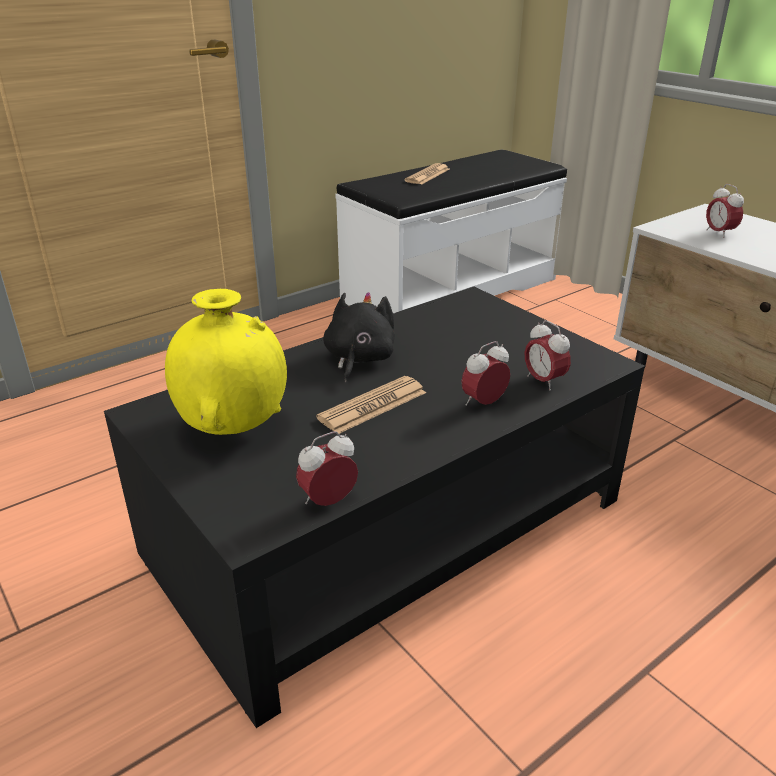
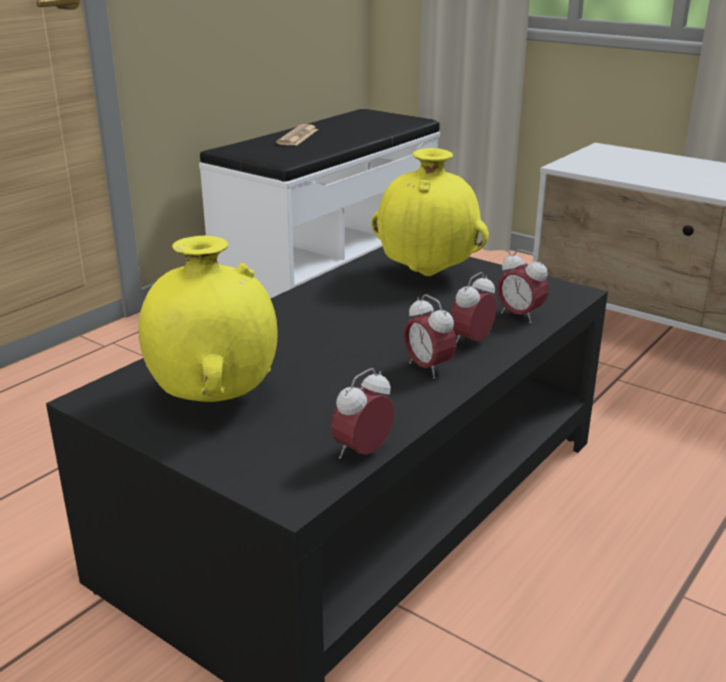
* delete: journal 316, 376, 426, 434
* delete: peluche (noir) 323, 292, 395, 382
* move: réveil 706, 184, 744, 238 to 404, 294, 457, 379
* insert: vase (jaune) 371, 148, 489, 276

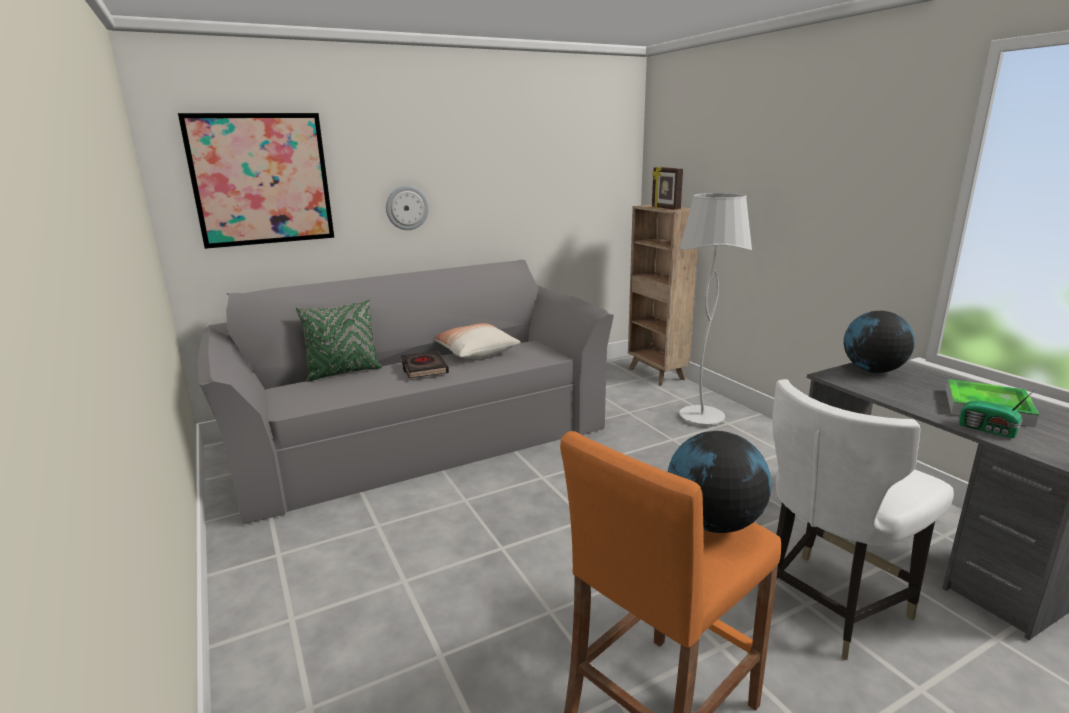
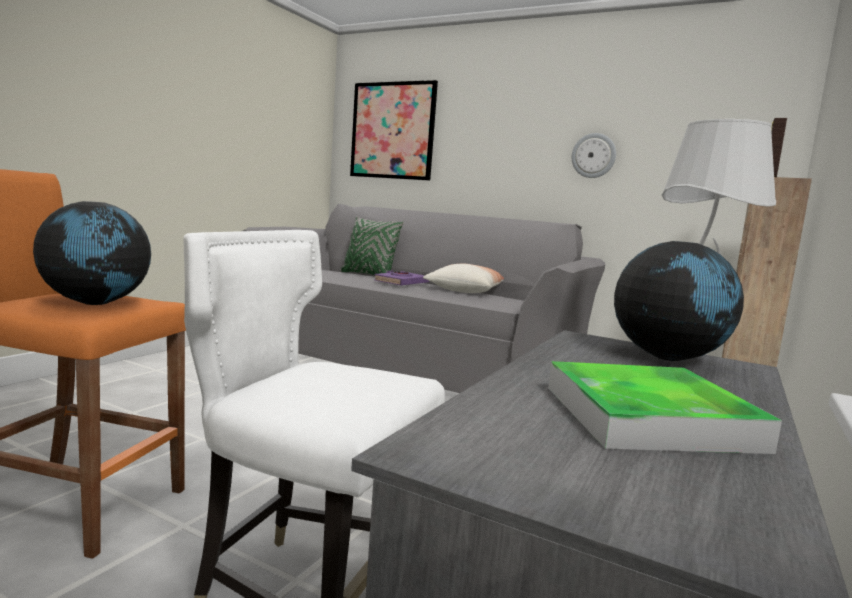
* move: horloge murale 386, 185, 429, 230 to 572, 133, 616, 178
* recolor: livre (noir) 401, 351, 449, 378 to livre (violet) 374, 270, 429, 285
* delete: radio 959, 391, 1033, 438

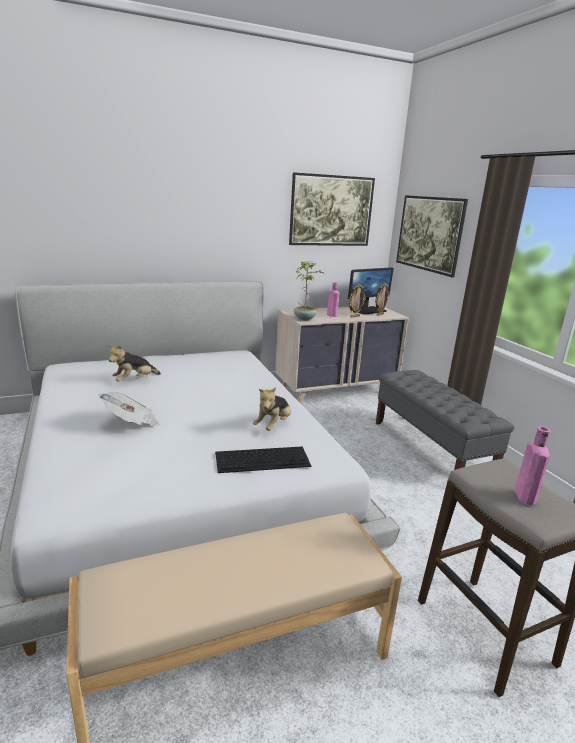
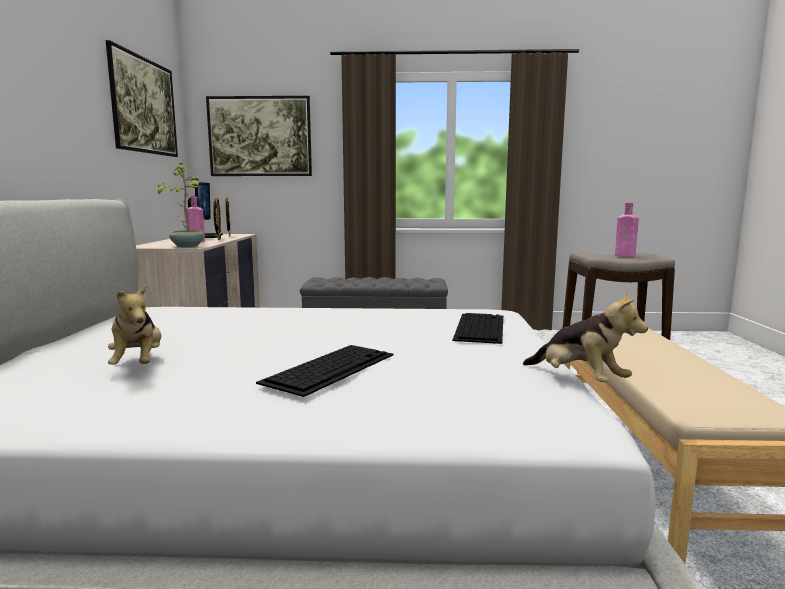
* replace: journal 99, 392, 160, 426 to clavier 256, 345, 394, 397
* move: peluche 253, 387, 291, 431 to 523, 292, 648, 382

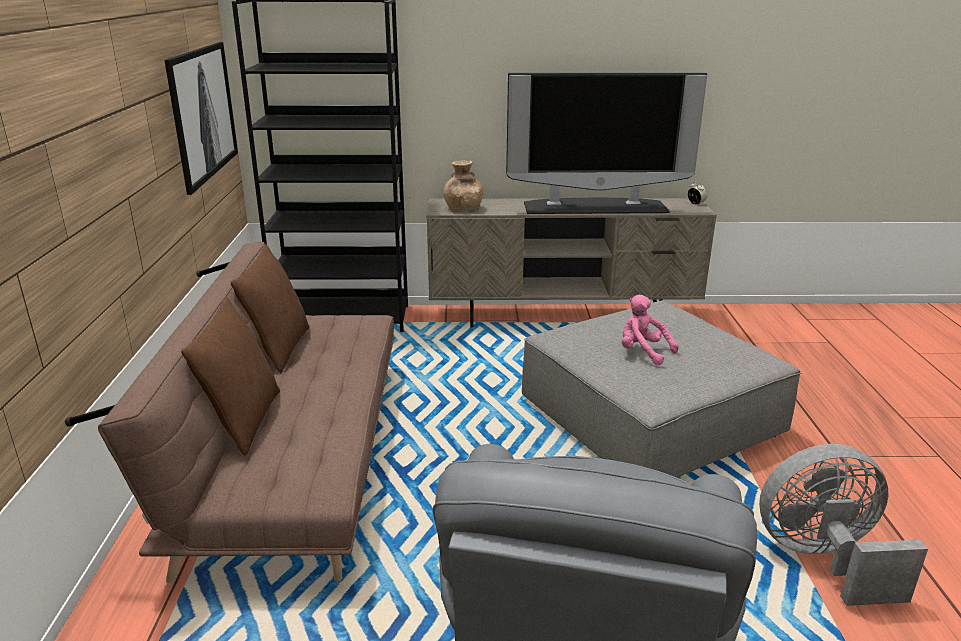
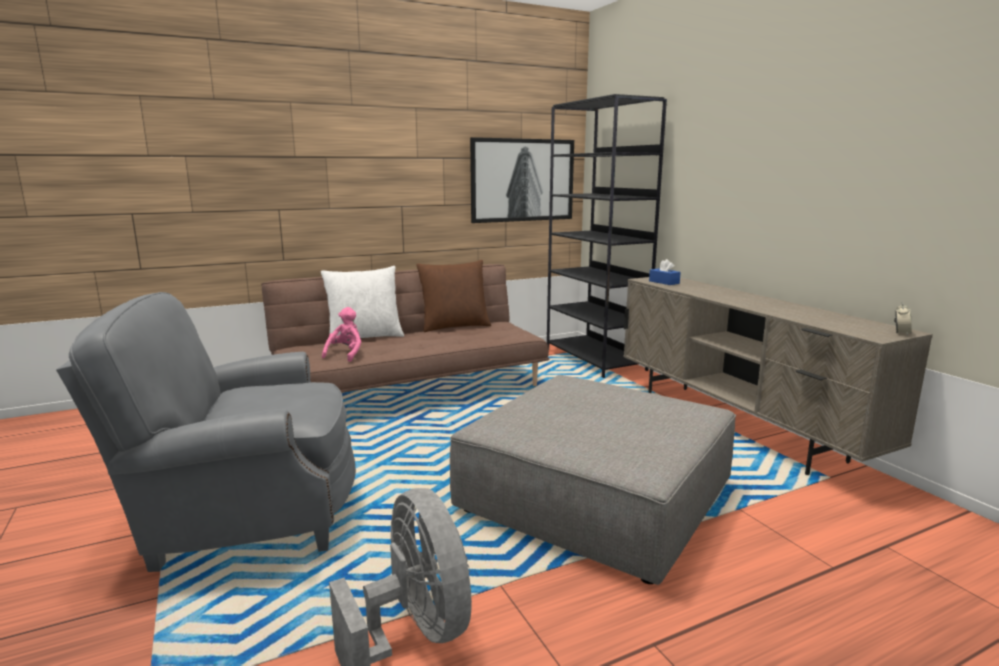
* recolor: coussin (marron) 181, 296, 280, 456 to coussin (blanc) 321, 266, 404, 344
* replace: vase (marron) 443, 160, 483, 211 to boîte à mouchoirs (bleu) 649, 259, 681, 285
* delete: téléviseur 506, 73, 707, 214
* move: peluche (rose) 621, 295, 679, 365 to 322, 307, 361, 362

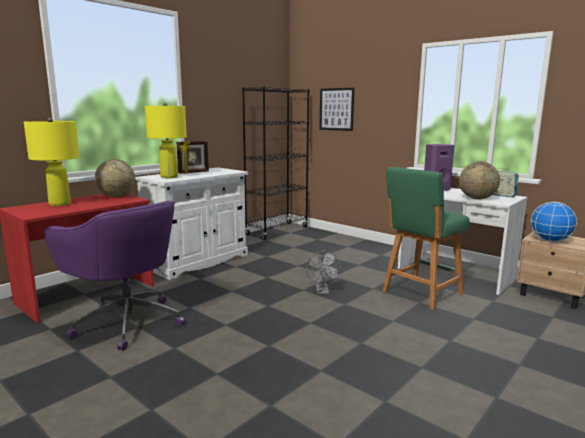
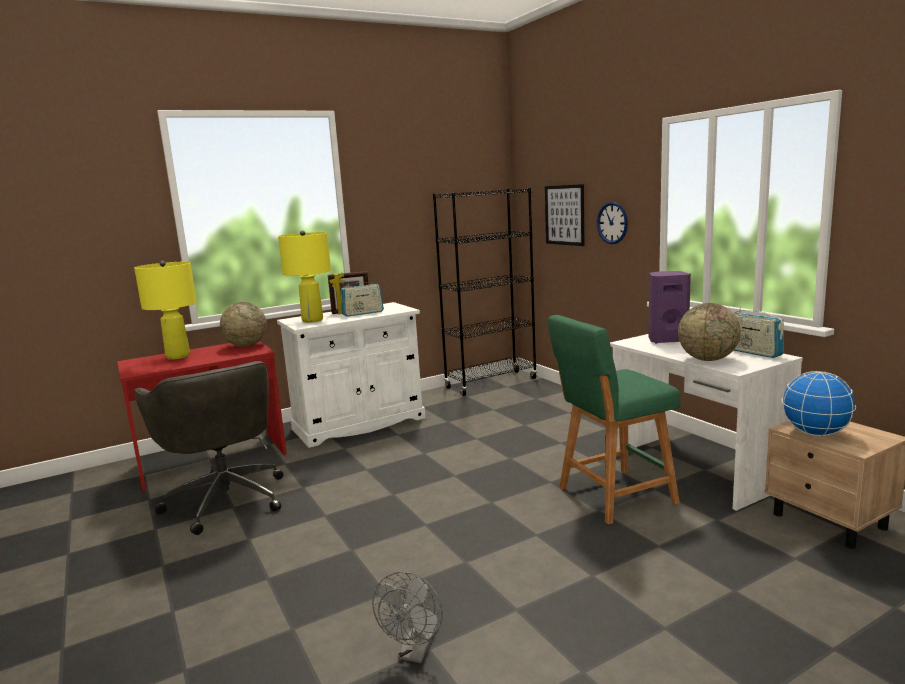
* recolor: chaise de bureau (violet) 45, 201, 185, 351 to chaise de bureau (gris) 134, 361, 284, 535
* move: ventilateur (gris) 306, 251, 341, 294 to 372, 572, 443, 663
* insert: radio 341, 282, 384, 317
* insert: horloge murale 597, 202, 628, 244

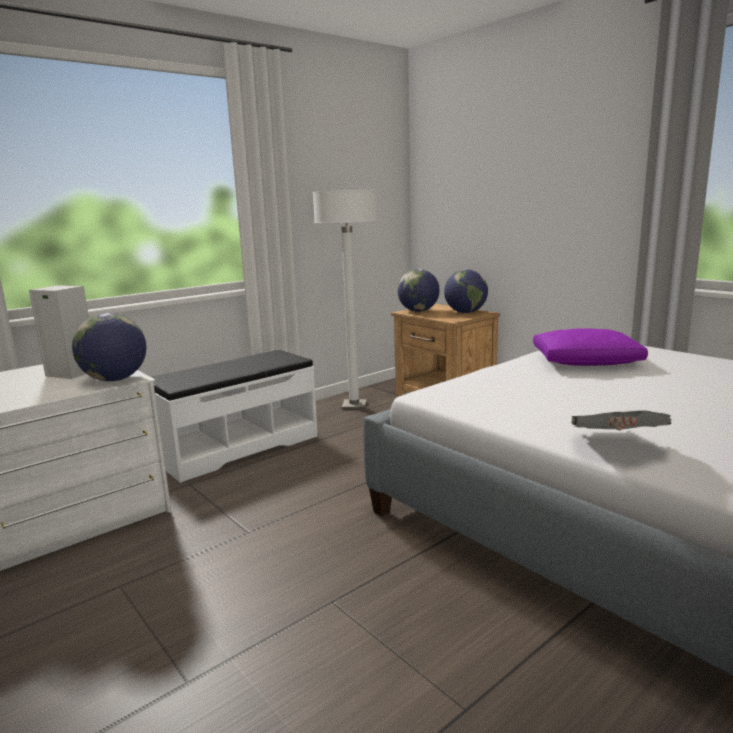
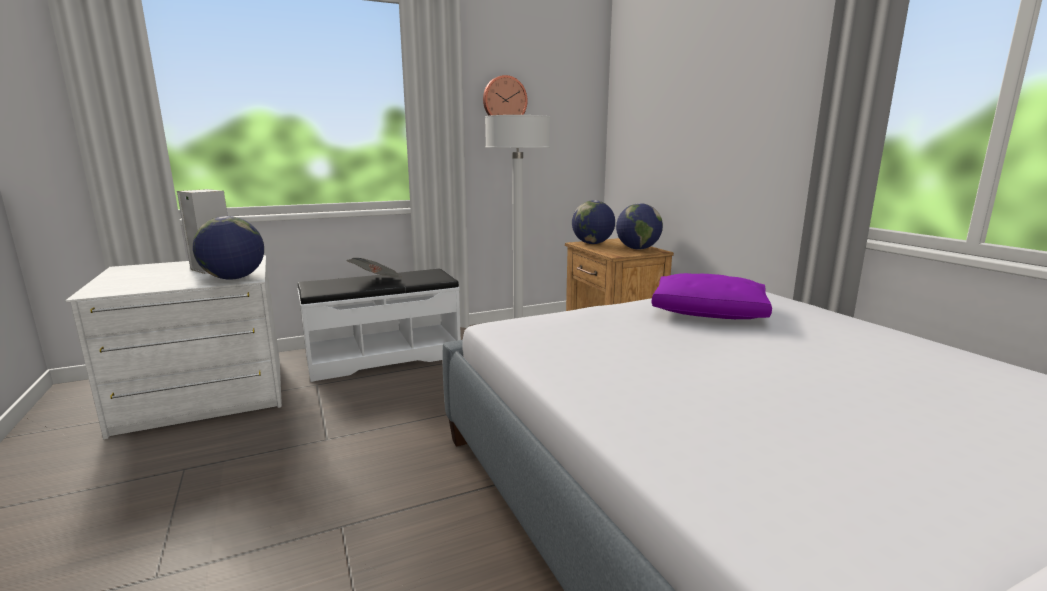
* move: journal 571, 411, 672, 431 to 346, 258, 401, 278
* insert: horloge murale 483, 75, 528, 116

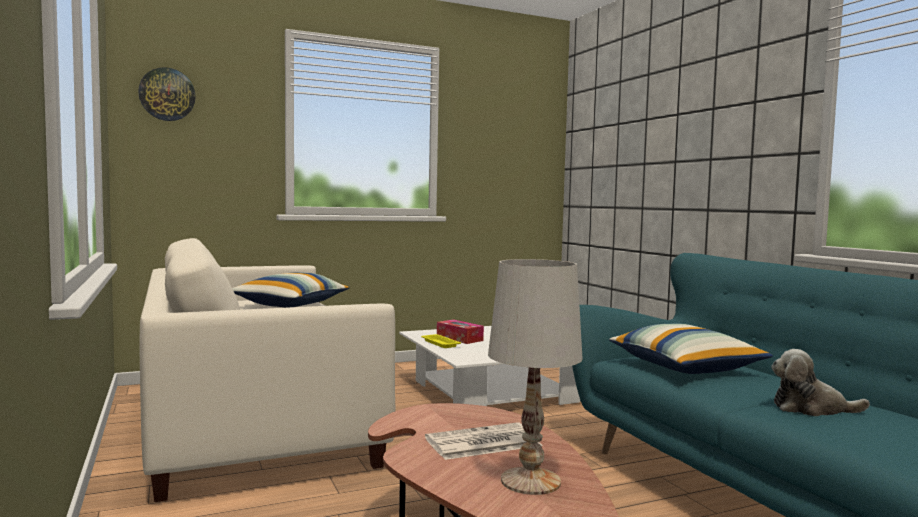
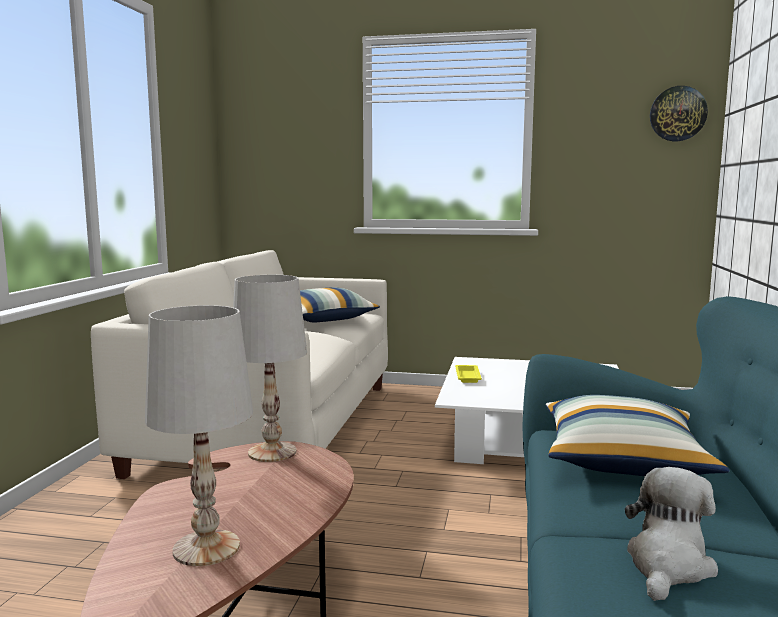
* move: horloge murale 138, 67, 196, 121 to 650, 86, 708, 141
* delete: journal 425, 422, 543, 460
* delete: boîte à mouchoirs 437, 319, 484, 344
* rotate: peluche 771, 349, 870, 416 = 625, 467, 718, 601 75 degrees clockwise
* insert: lampe de table (blanc) 233, 275, 307, 462

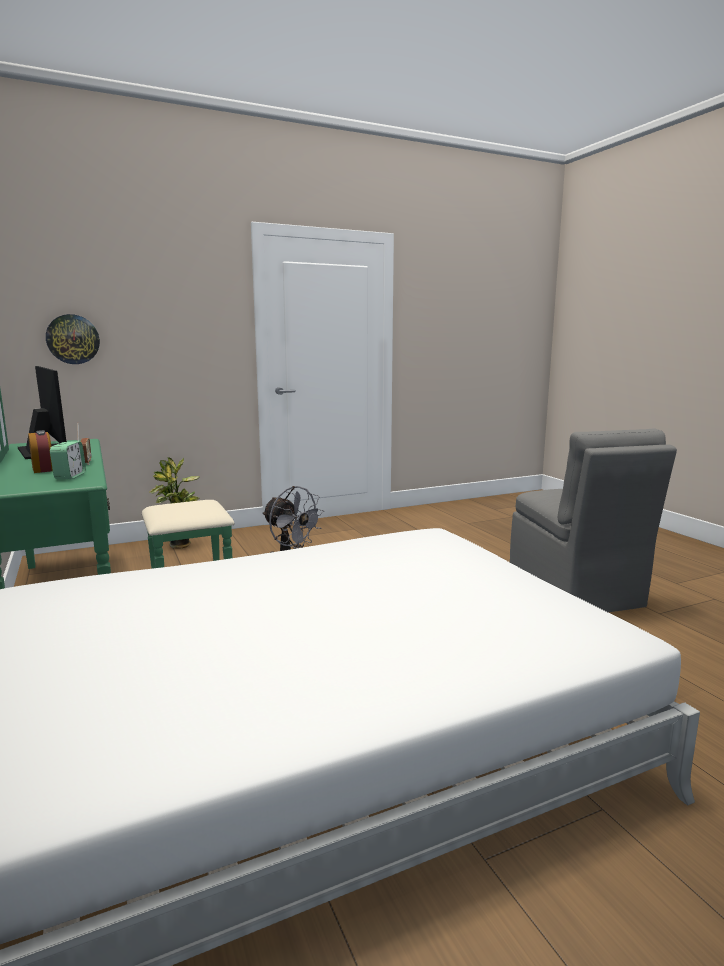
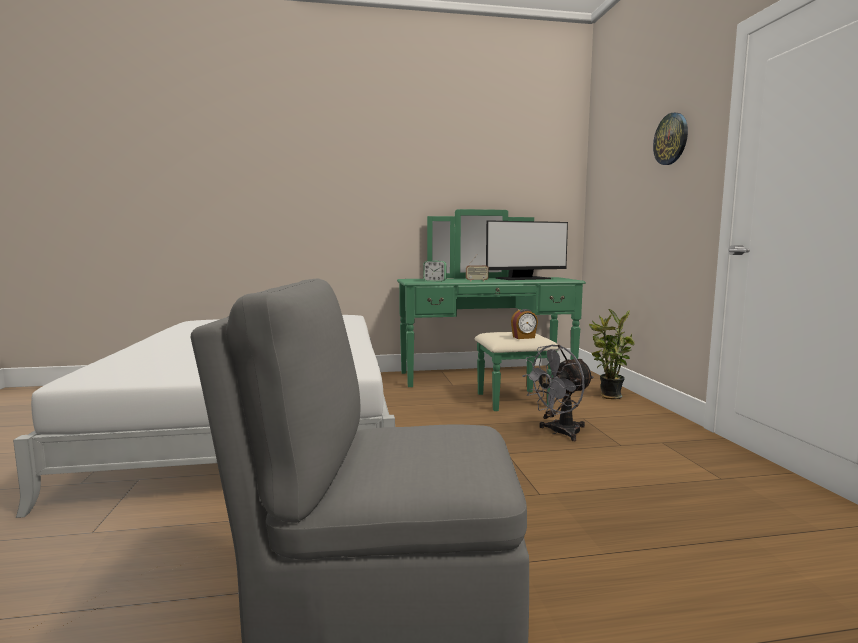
* move: réveil 28, 430, 53, 473 to 511, 309, 538, 339
* move: horloge murale 46, 314, 100, 364 to 653, 113, 688, 165

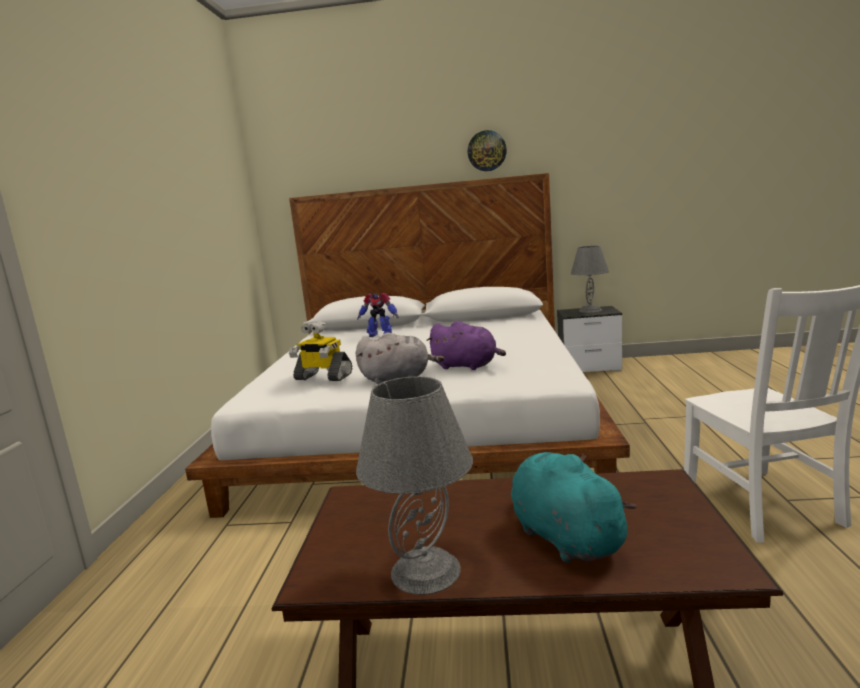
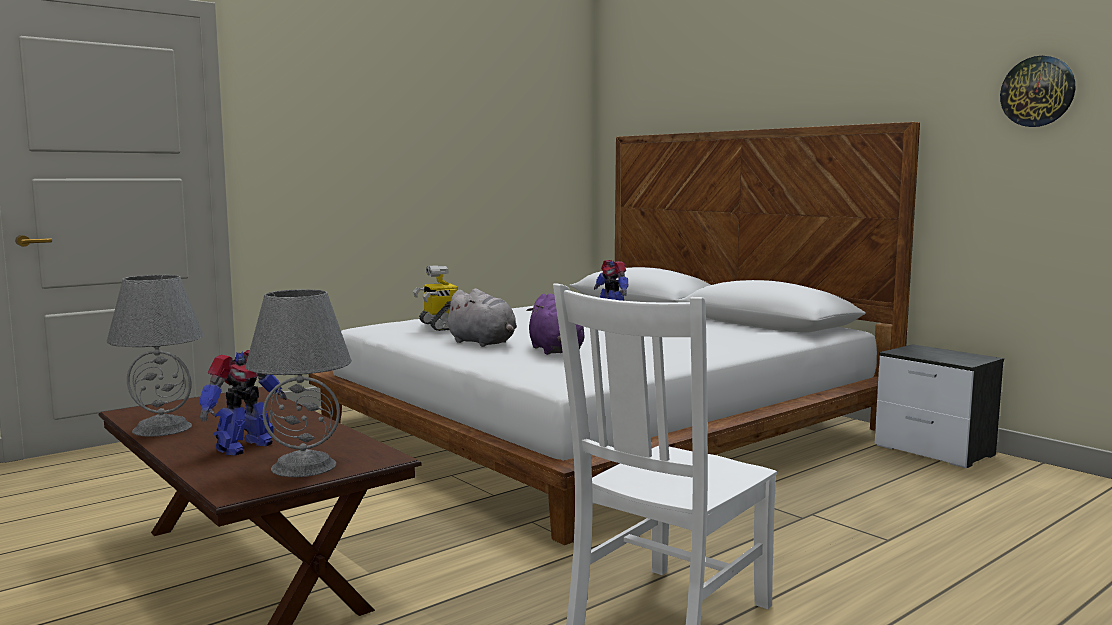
* move: horloge murale 468, 130, 507, 171 to 1000, 56, 1075, 127
* replace: peluche (turquoise) 511, 452, 637, 563 to robot jouet 199, 350, 287, 456
* move: lampe de table (gris) 571, 245, 609, 313 to 245, 289, 352, 477

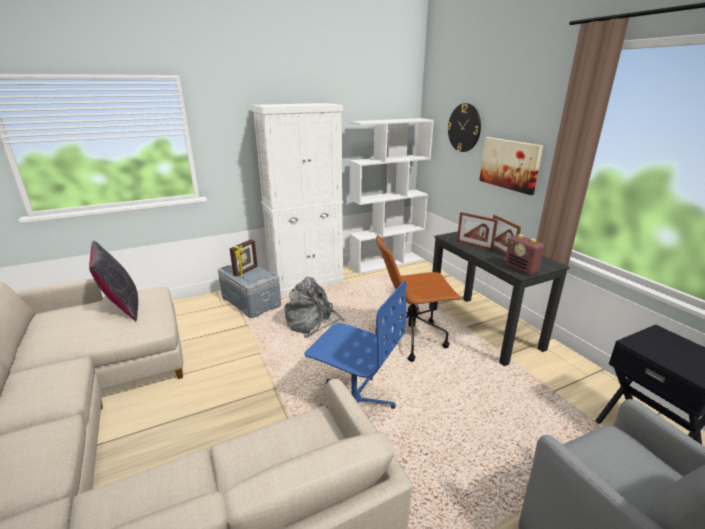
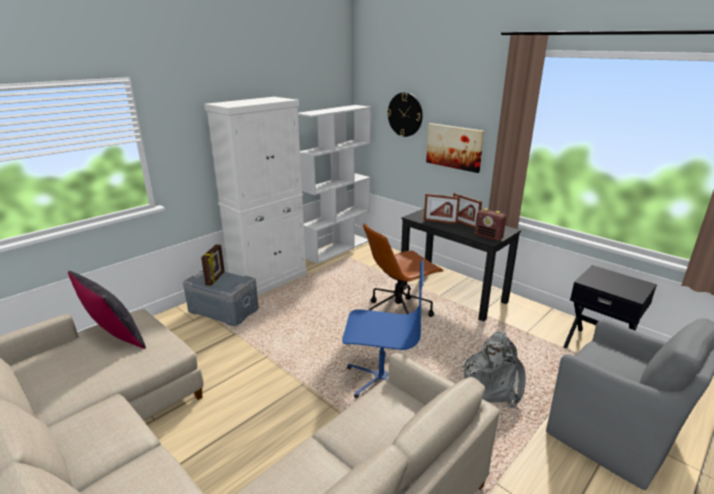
* move: sac à dos (gris) 284, 277, 345, 338 to 462, 332, 526, 408

